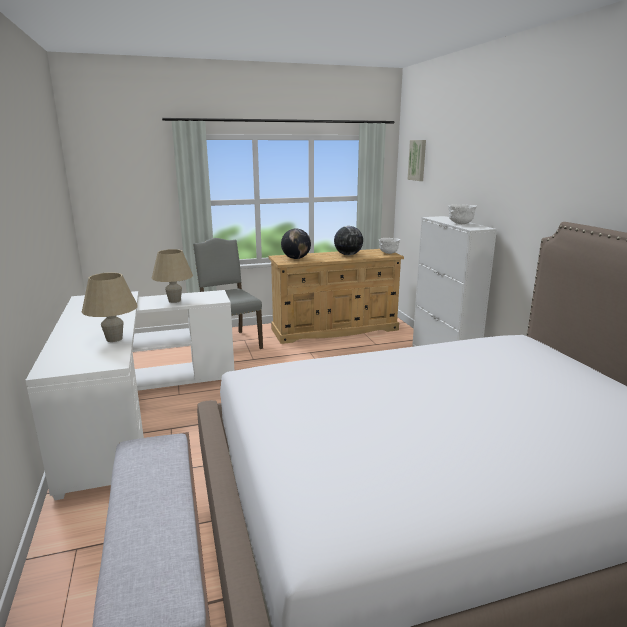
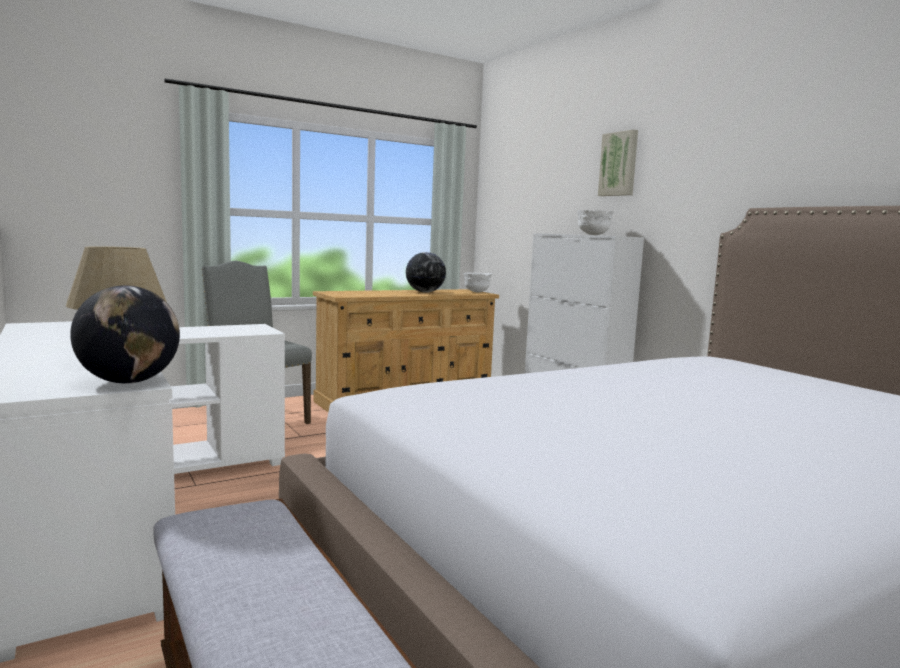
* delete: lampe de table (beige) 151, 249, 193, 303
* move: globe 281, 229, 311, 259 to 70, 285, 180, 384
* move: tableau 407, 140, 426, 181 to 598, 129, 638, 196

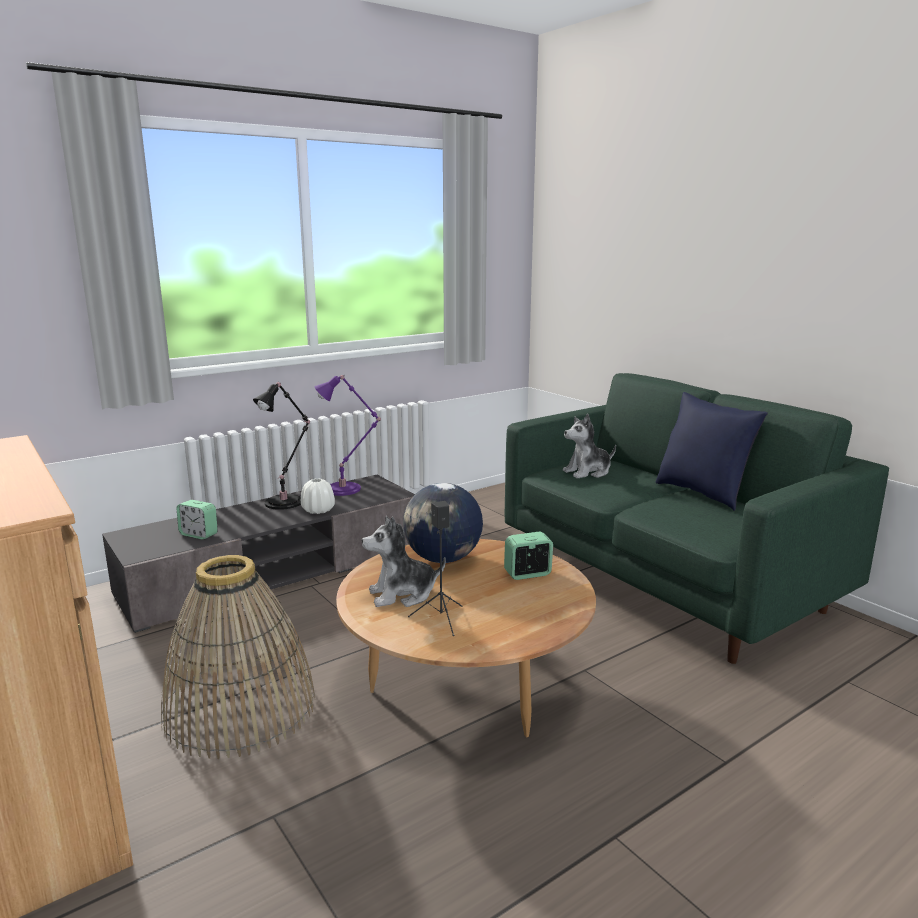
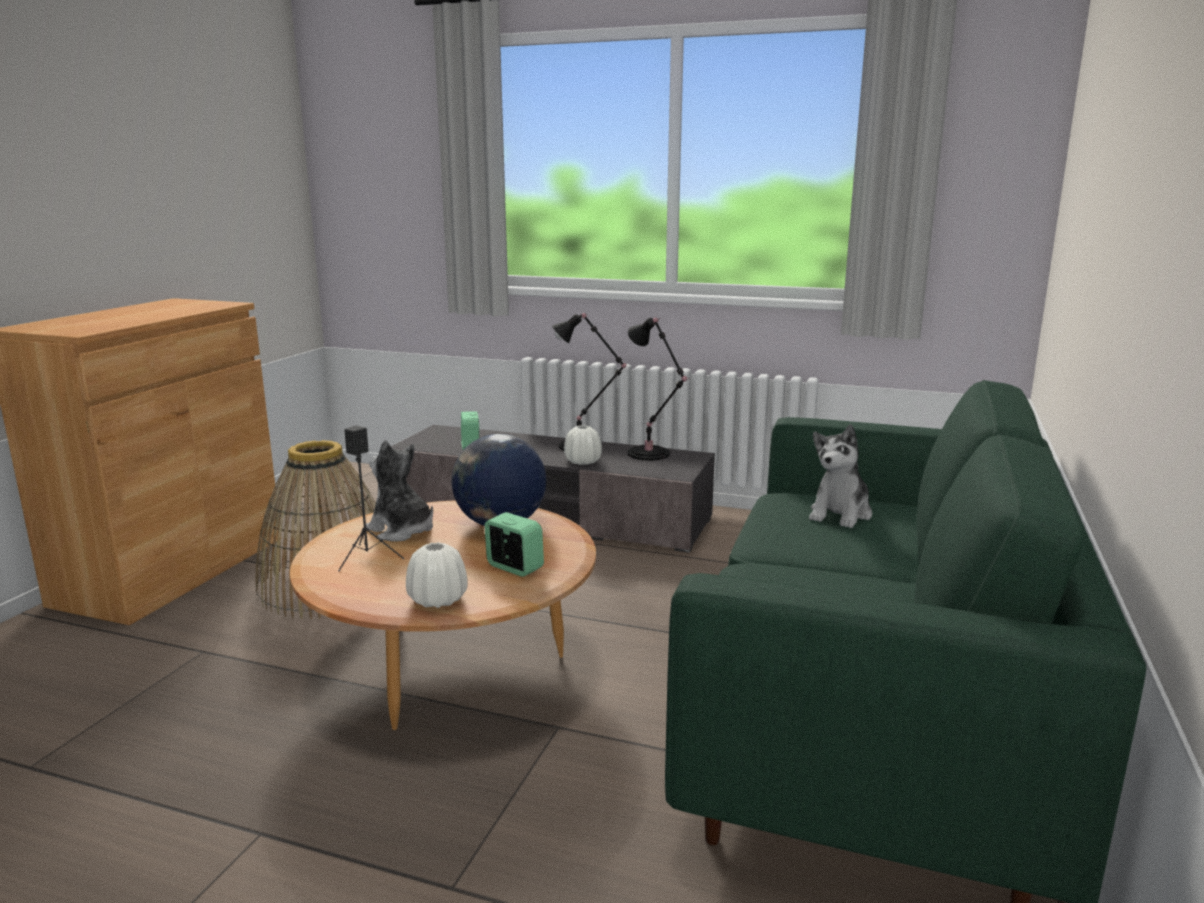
* recolor: lampe de table (violet) 314, 375, 382, 496 to lampe de table (noir) 628, 318, 689, 461
* rotate: peluche 563, 414, 616, 478 = 809, 424, 872, 528 90 degrees counterclockwise
* delete: coussin (bleu) 656, 392, 768, 511
* insert: vase (blanc) 406, 542, 468, 608

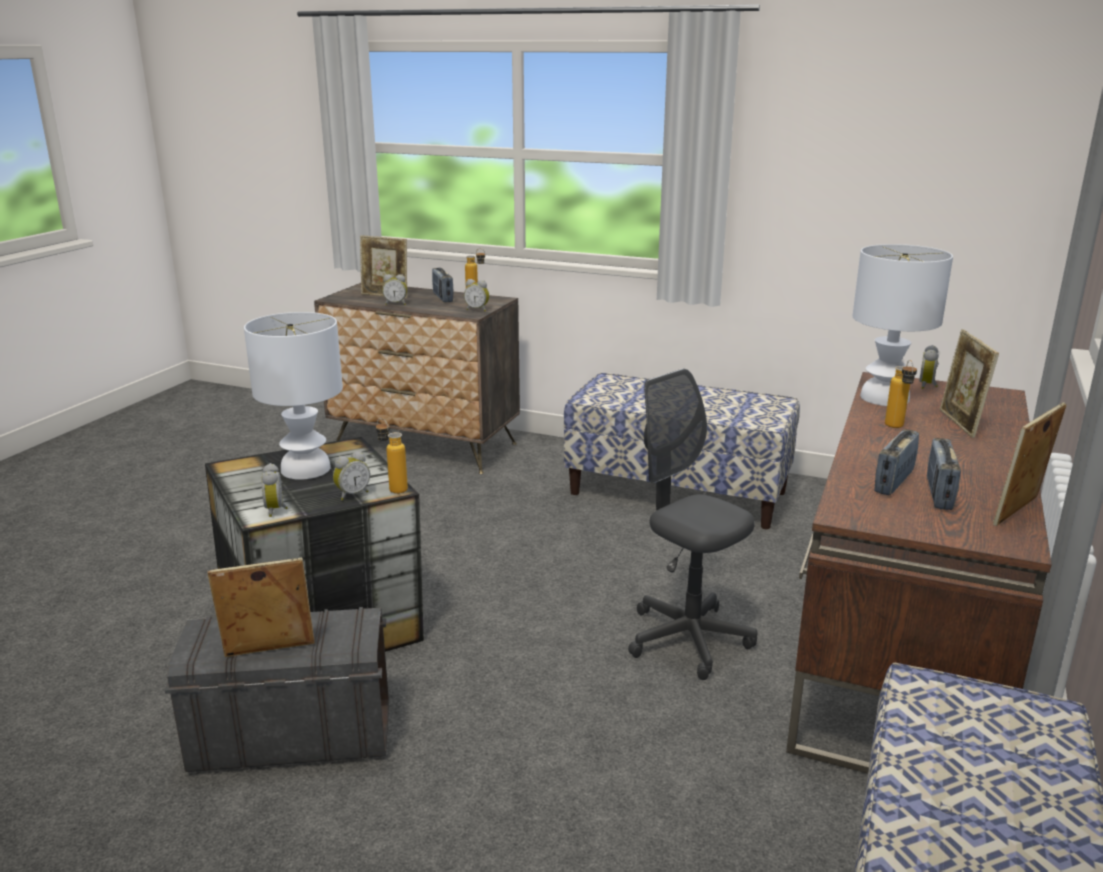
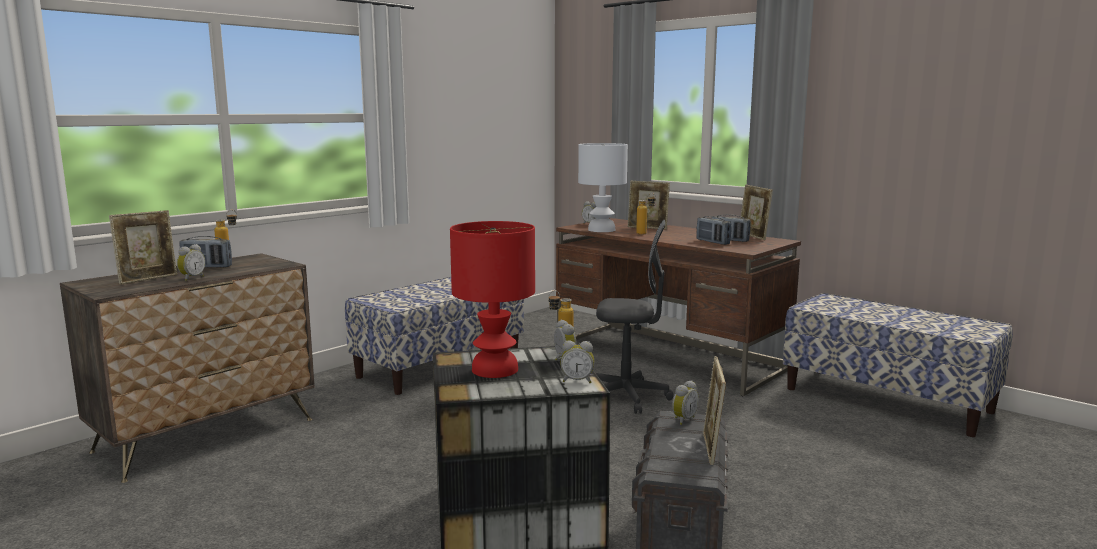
* recolor: lampe de table (blanc) 244, 312, 343, 480 to lampe de table (rouge) 450, 221, 535, 378
* move: réveil 464, 279, 489, 311 to 672, 380, 699, 425
* rotate: chaise de bureau (gris) 628, 369, 757, 680 = 596, 220, 673, 414 150 degrees counterclockwise

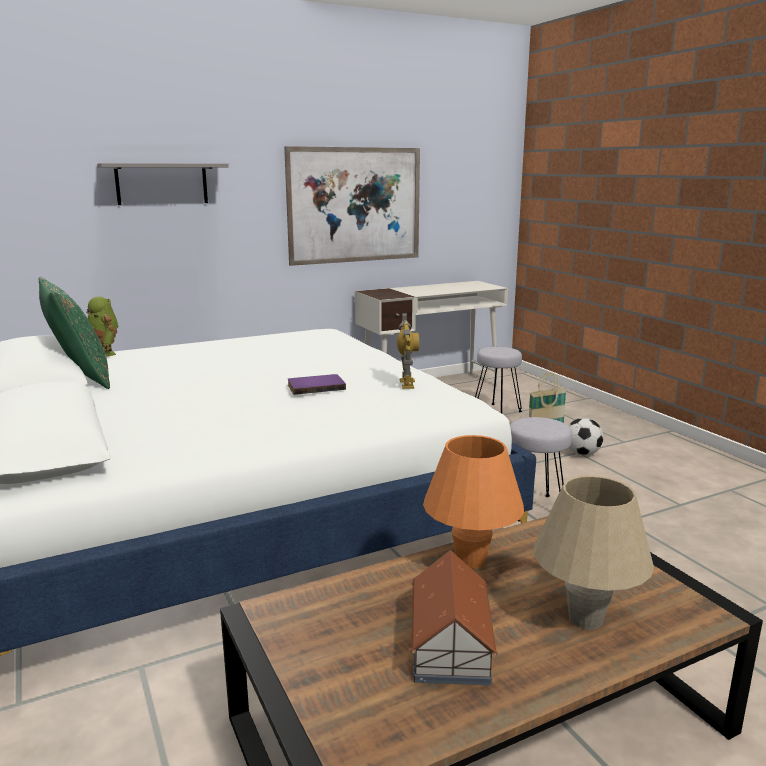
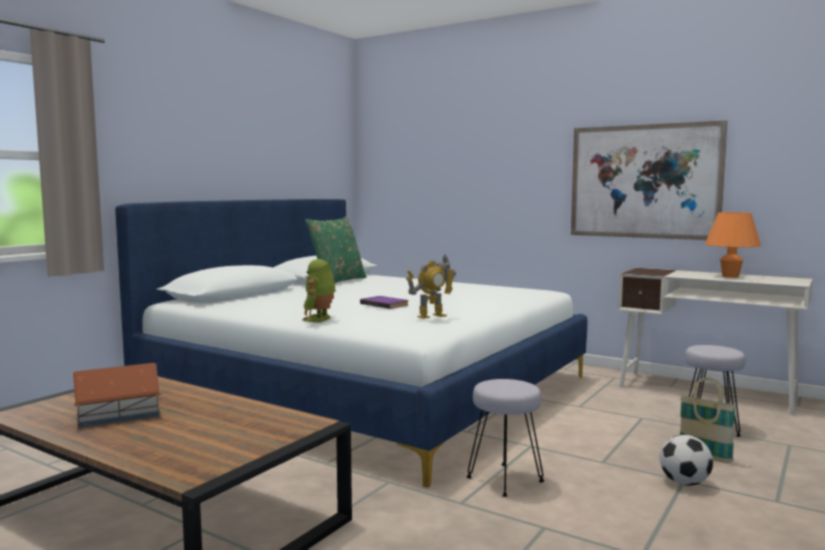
* move: robot jouet 86, 296, 118, 357 to 303, 259, 336, 323
* delete: étagère (gris) 97, 163, 229, 205
* move: lampe de table (orange) 423, 435, 524, 569 to 705, 212, 761, 278
* delete: lampe de table (beige) 534, 475, 654, 630

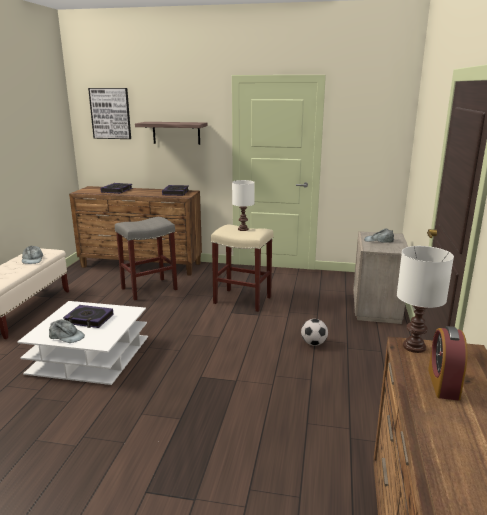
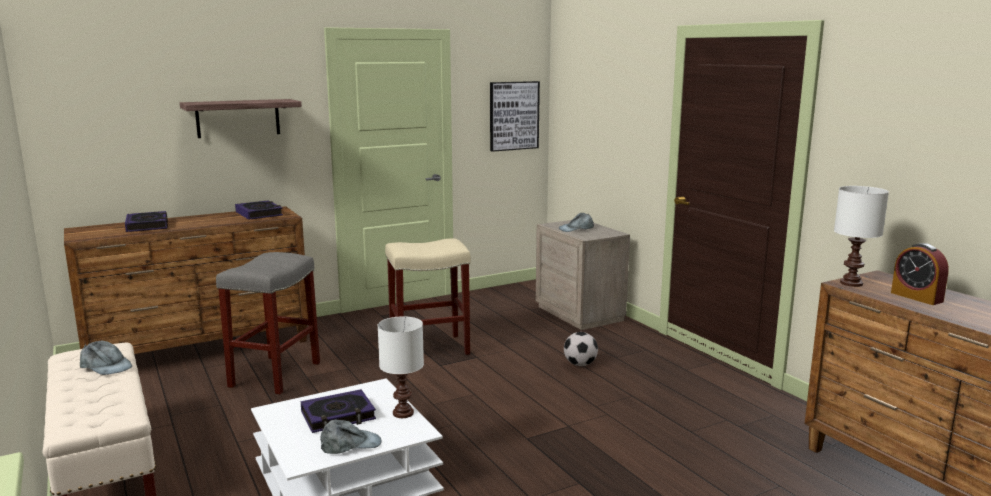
* move: tableau 88, 88, 131, 139 to 490, 81, 540, 152
* move: lampe de table (blanc) 232, 180, 255, 231 to 378, 316, 424, 418

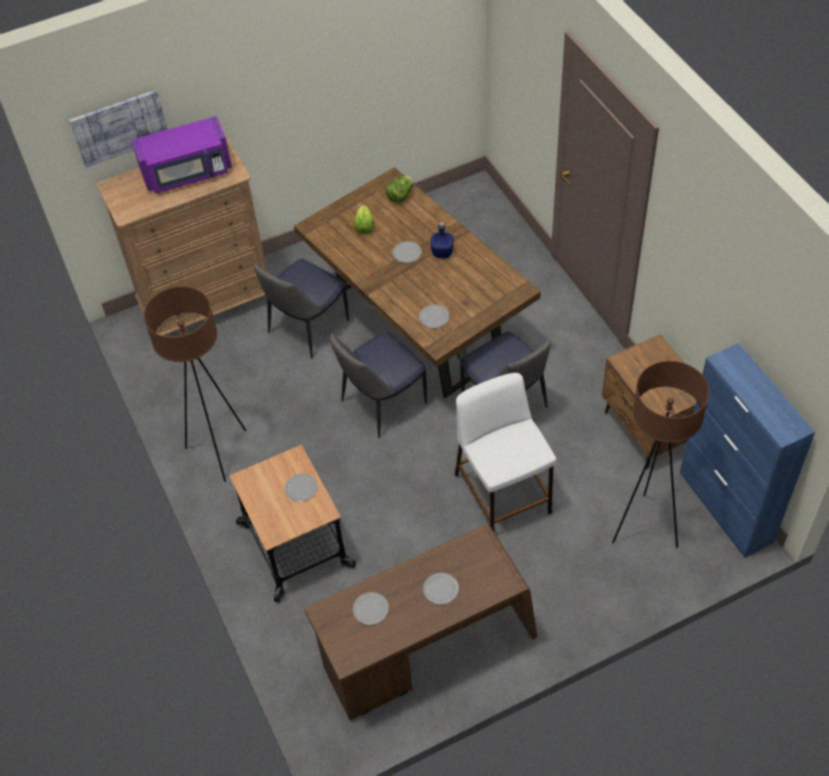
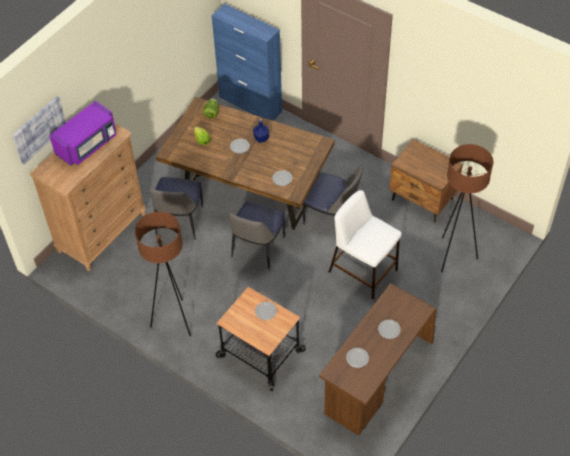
* move: meuble de rangement (bleu) 680, 343, 815, 558 to 212, 4, 282, 120

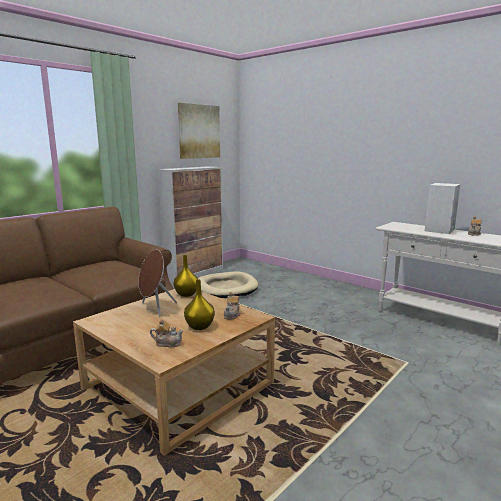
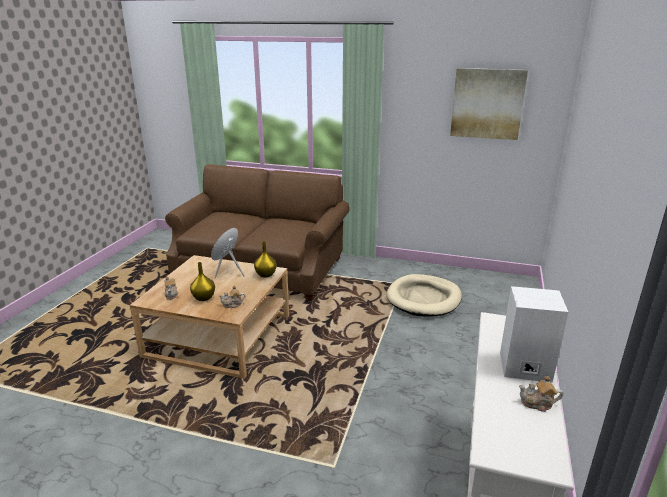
* delete: meuble de rangement 158, 166, 223, 283

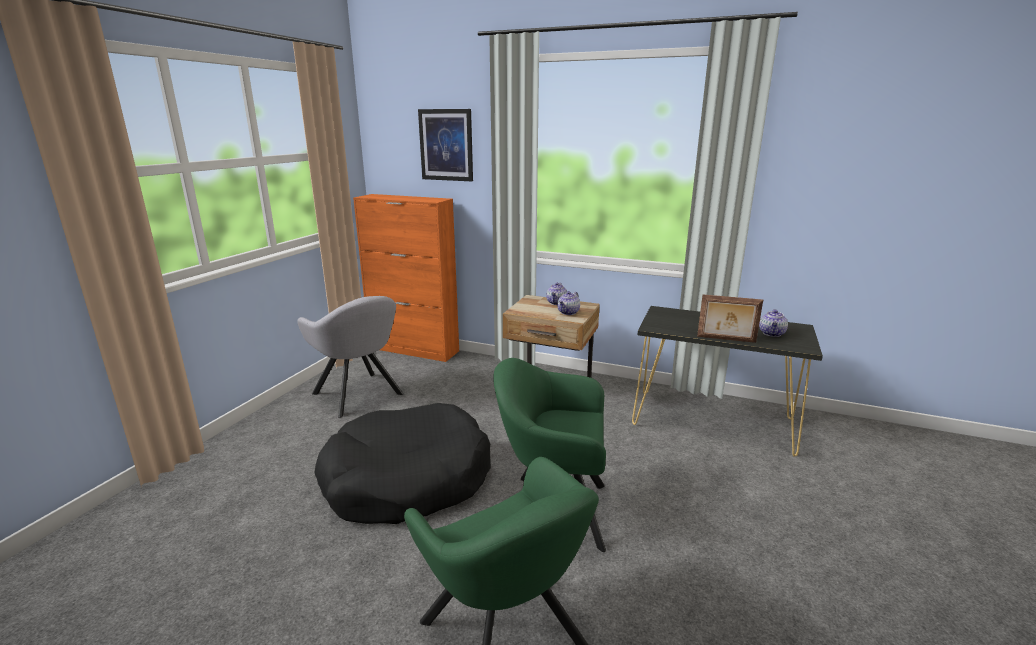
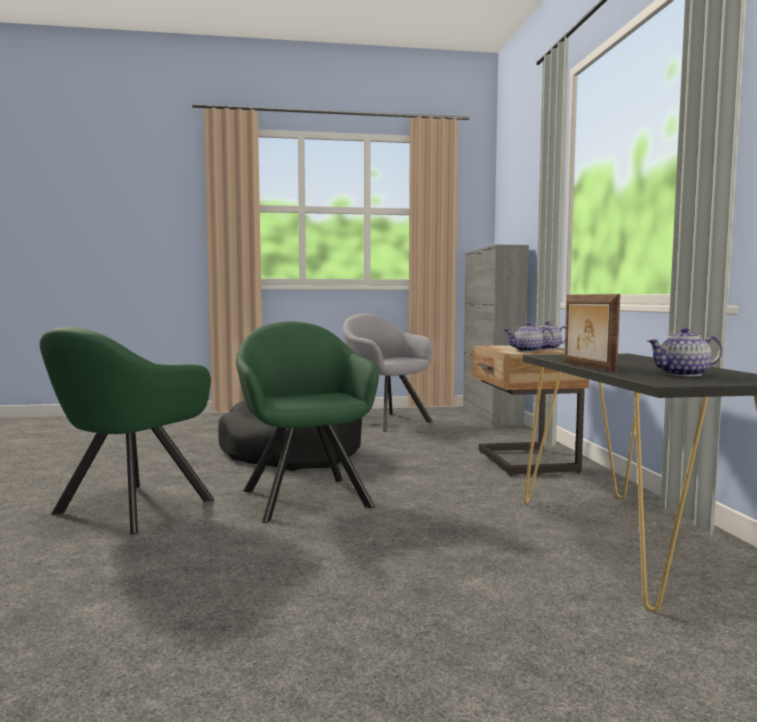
* rotate: fauteuil (gris) 297, 296, 404, 418 = 343, 313, 433, 432 120 degrees clockwise
* recolor: meuble de rangement (orange) 353, 194, 459, 362 to meuble de rangement (gris) 463, 245, 529, 426
* delete: tableau 418, 109, 473, 181

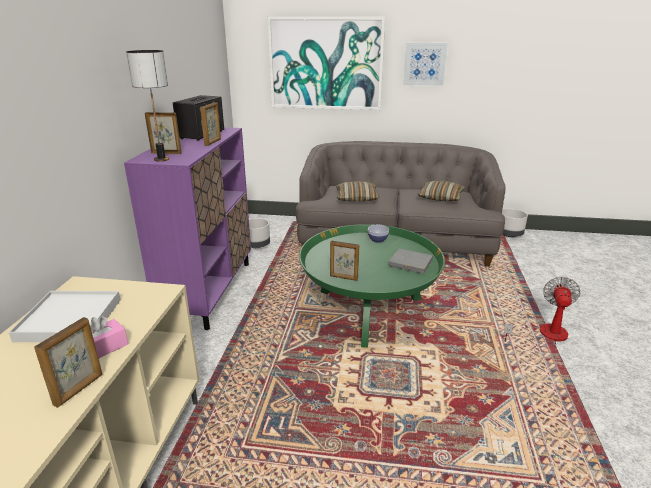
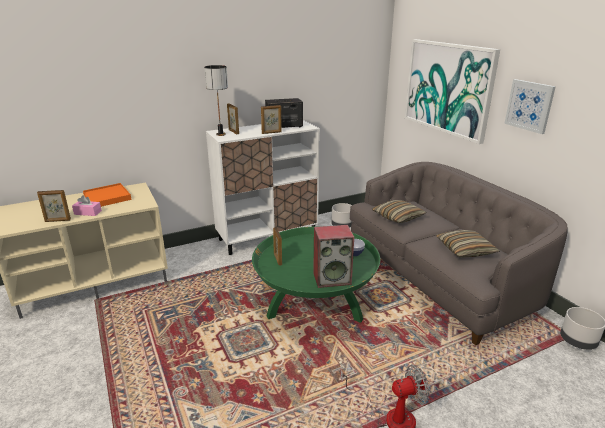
* recolor: plateau (blanc) 9, 291, 121, 342 to plateau (orange) 83, 183, 132, 207
* recolor: meuble de rangement (violet) 124, 127, 251, 330 to meuble de rangement (blanc) 206, 120, 320, 255
* replace: livre (gris) 388, 249, 433, 274 to enceinte 313, 225, 354, 288

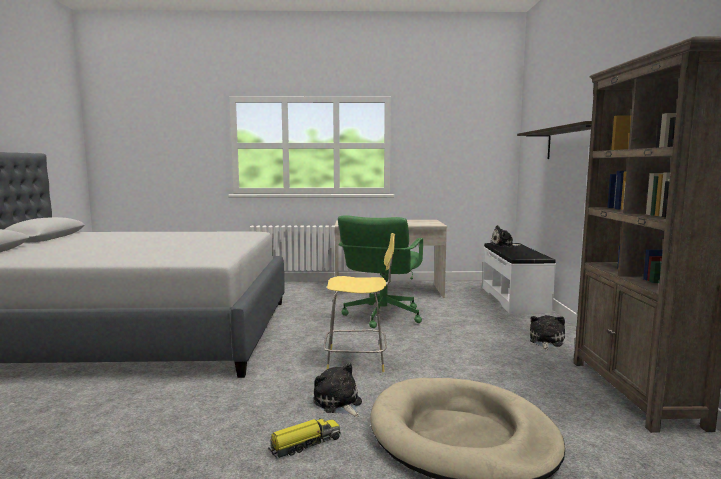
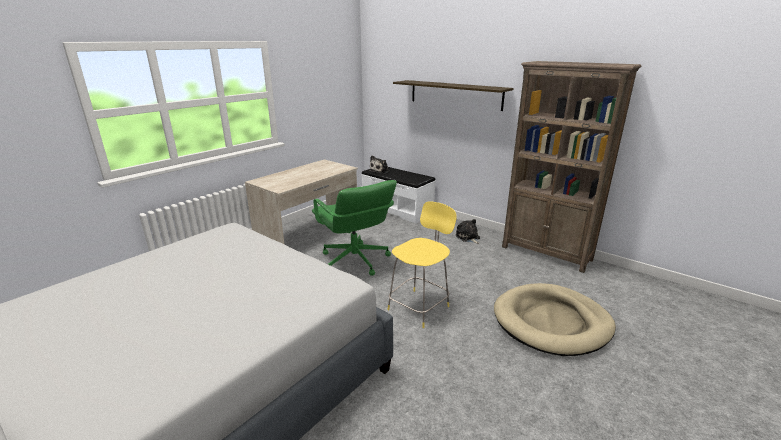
* delete: camion jouet 269, 419, 340, 458
* delete: peluche 313, 363, 362, 417

